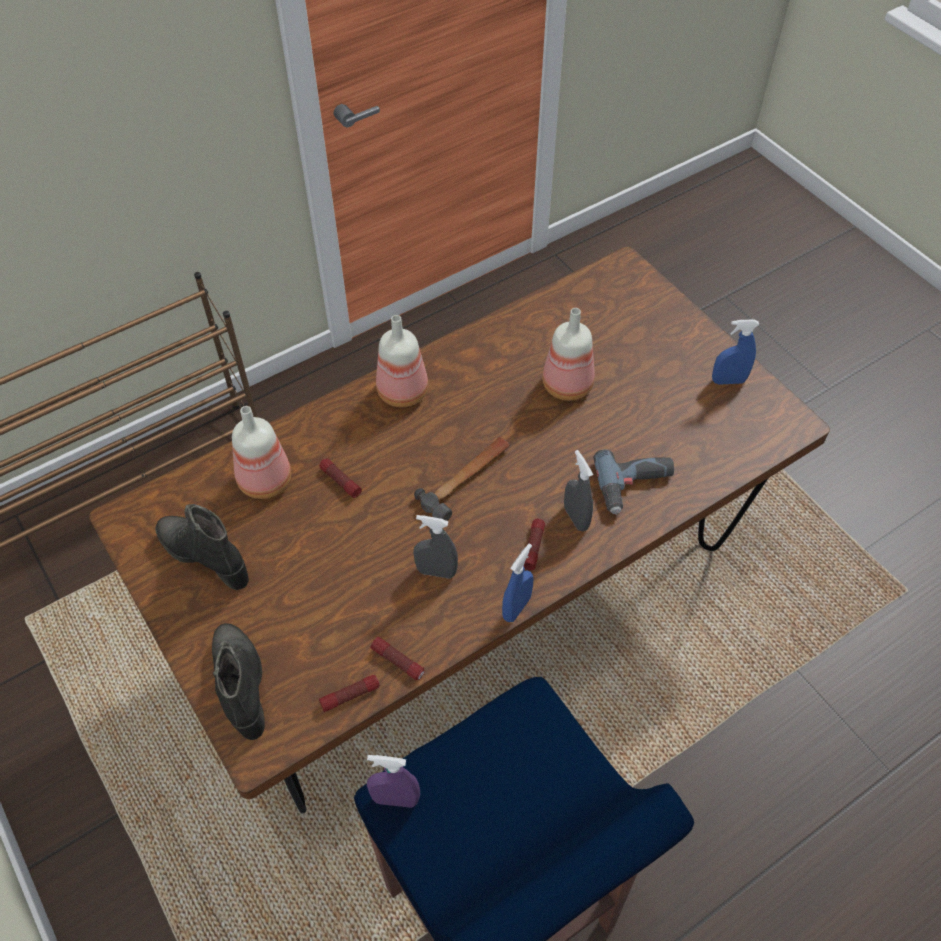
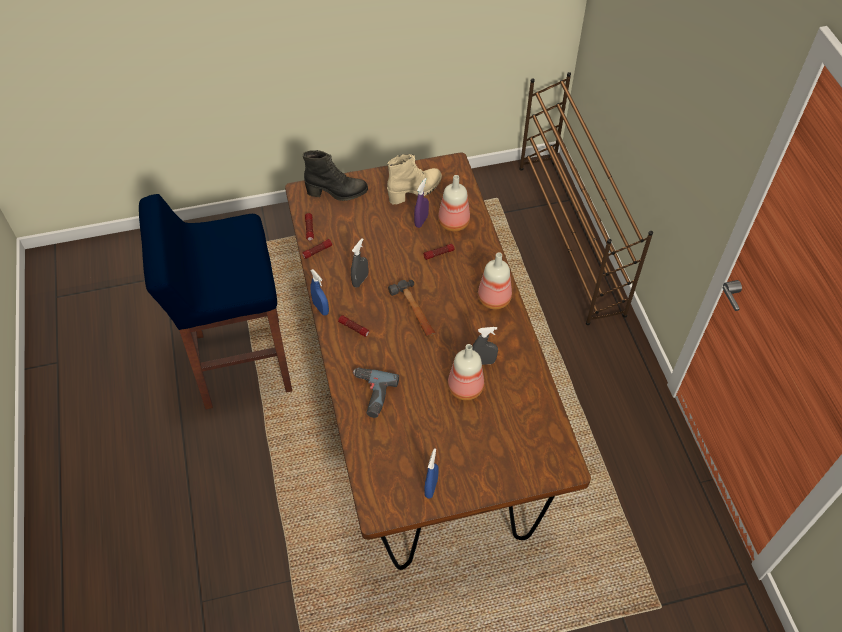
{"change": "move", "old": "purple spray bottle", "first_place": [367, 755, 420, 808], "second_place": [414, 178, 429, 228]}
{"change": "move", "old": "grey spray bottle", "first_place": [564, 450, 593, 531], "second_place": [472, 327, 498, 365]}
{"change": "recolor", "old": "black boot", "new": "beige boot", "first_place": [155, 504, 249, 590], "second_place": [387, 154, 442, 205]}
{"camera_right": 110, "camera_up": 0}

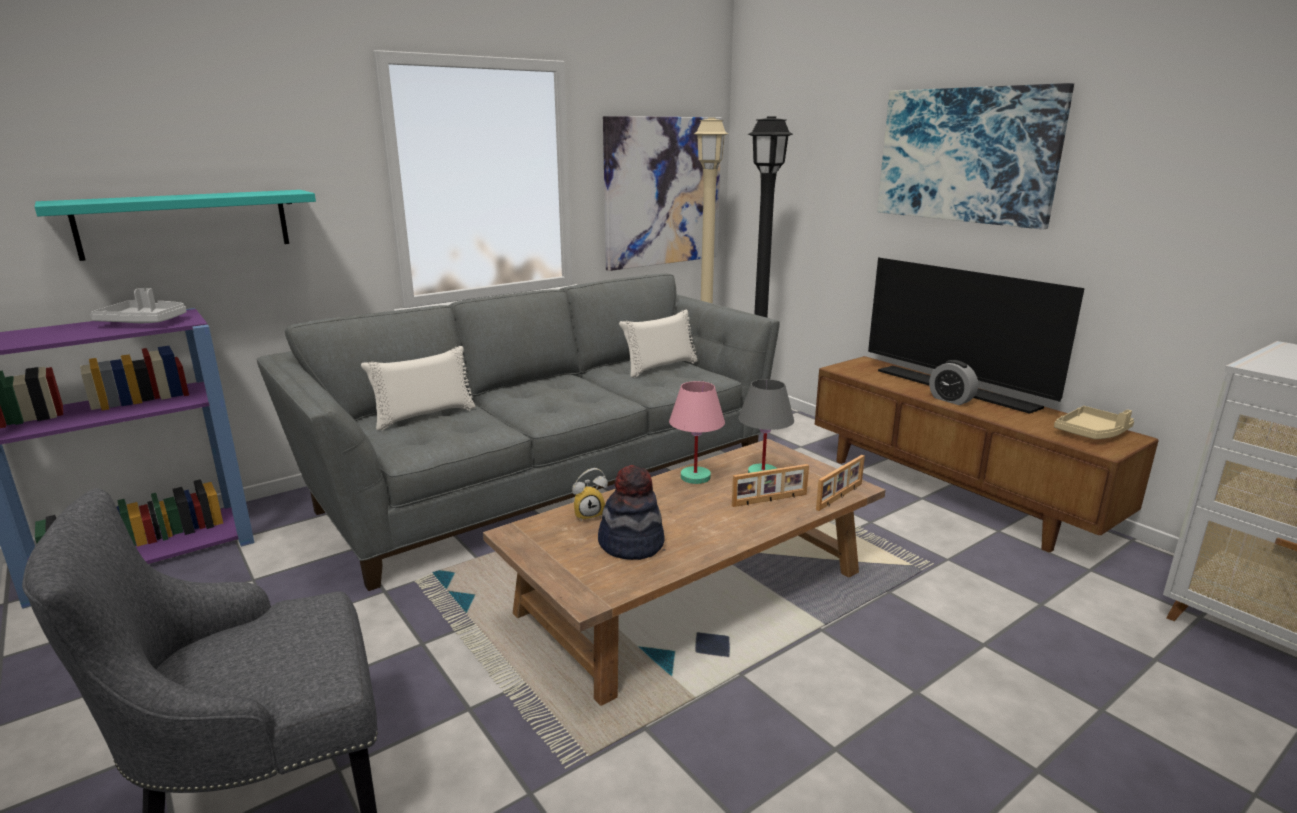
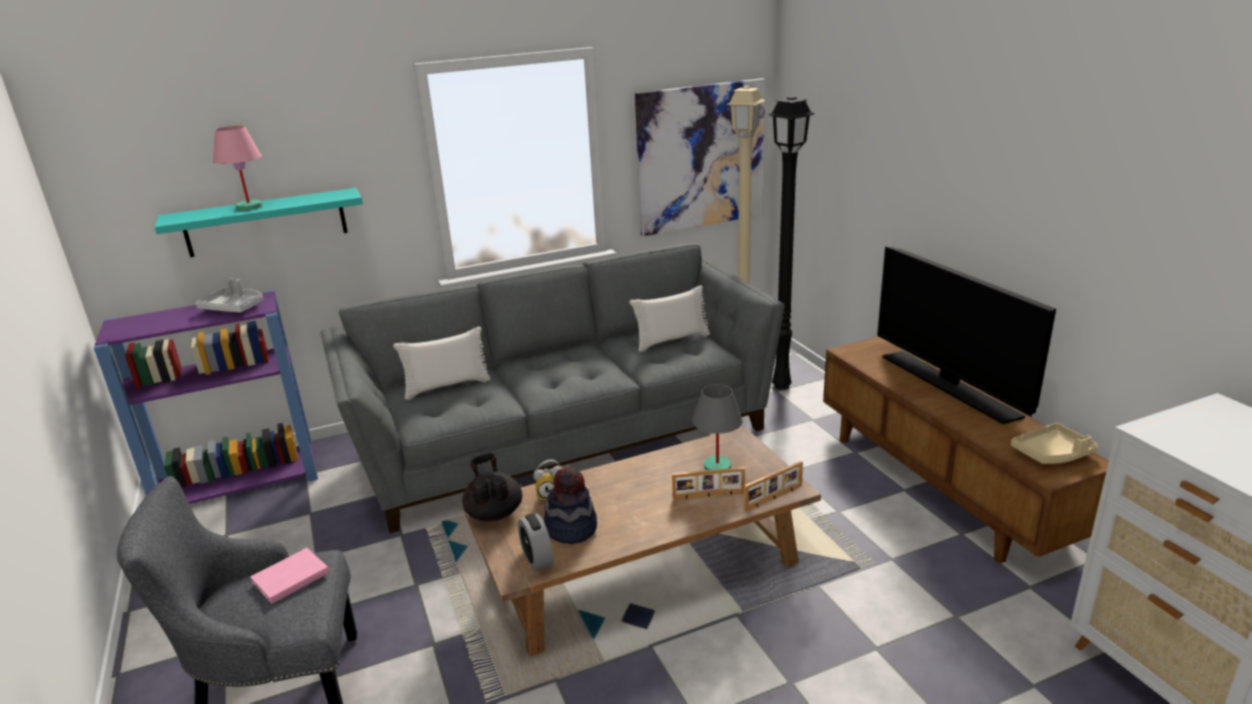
{"change": "delete", "old": "picture", "first_place": [877, 83, 1074, 230]}
{"change": "insert", "new": "pink book", "second_place": [250, 548, 329, 604]}
{"change": "insert", "new": "black teapot", "second_place": [462, 453, 522, 522]}
{"change": "move", "old": "pink table lamp", "first_place": [669, 381, 725, 484], "second_place": [213, 125, 262, 211]}
{"change": "move", "old": "alarm clock", "first_place": [929, 360, 978, 405], "second_place": [518, 513, 554, 571]}
{"camera_right": 15, "camera_up": 5}

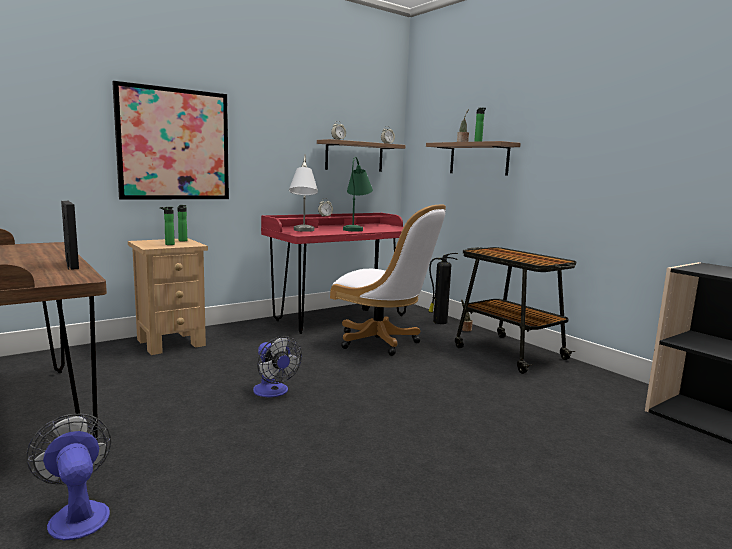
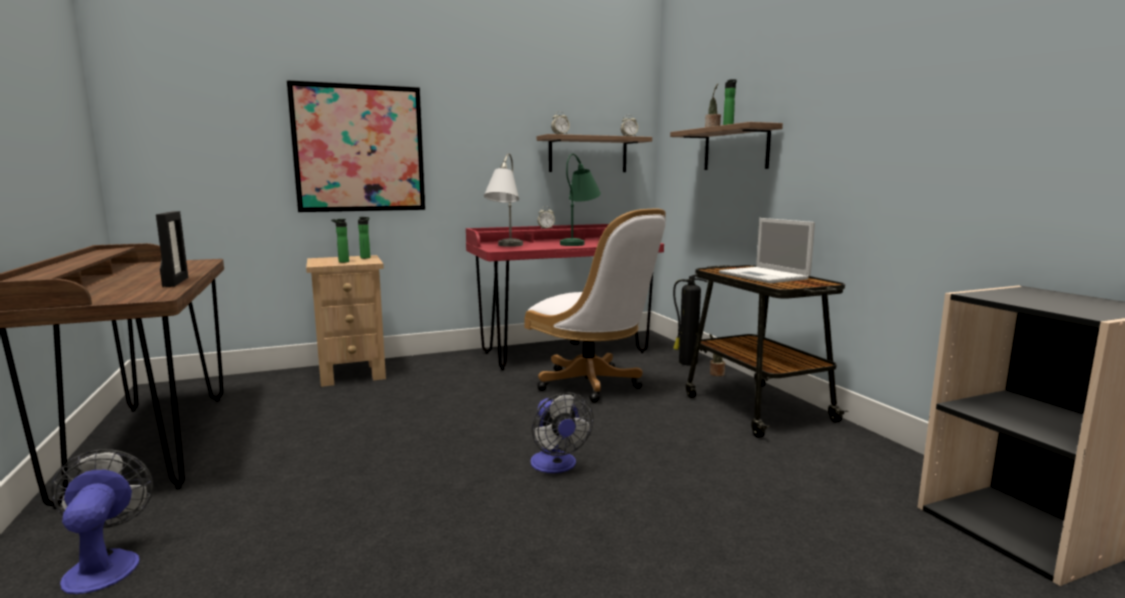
{"change": "insert", "new": "laptop", "second_place": [719, 218, 815, 283]}
{"change": "move", "old": "fan", "first_place": [253, 336, 302, 397], "second_place": [530, 392, 594, 473]}
{"camera_right": 15, "camera_up": 0}

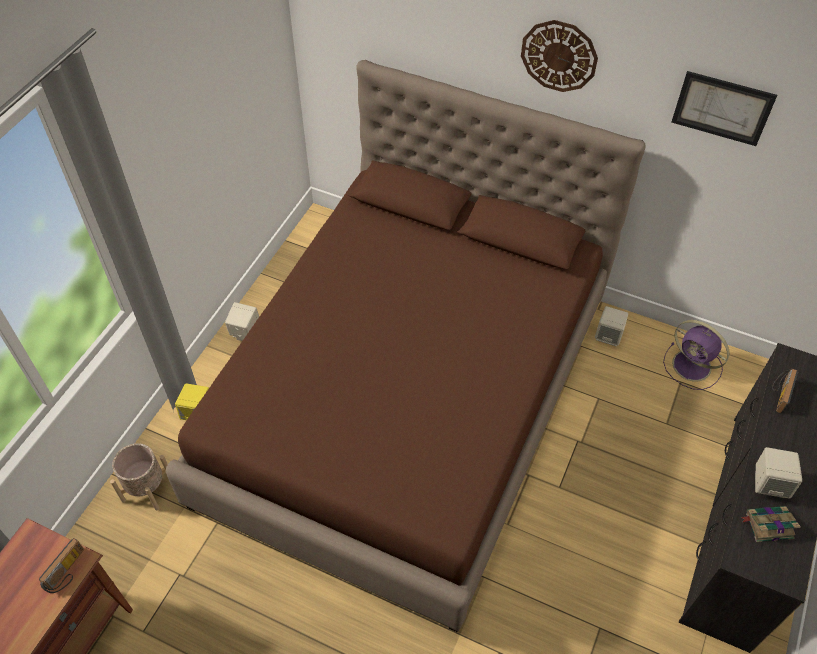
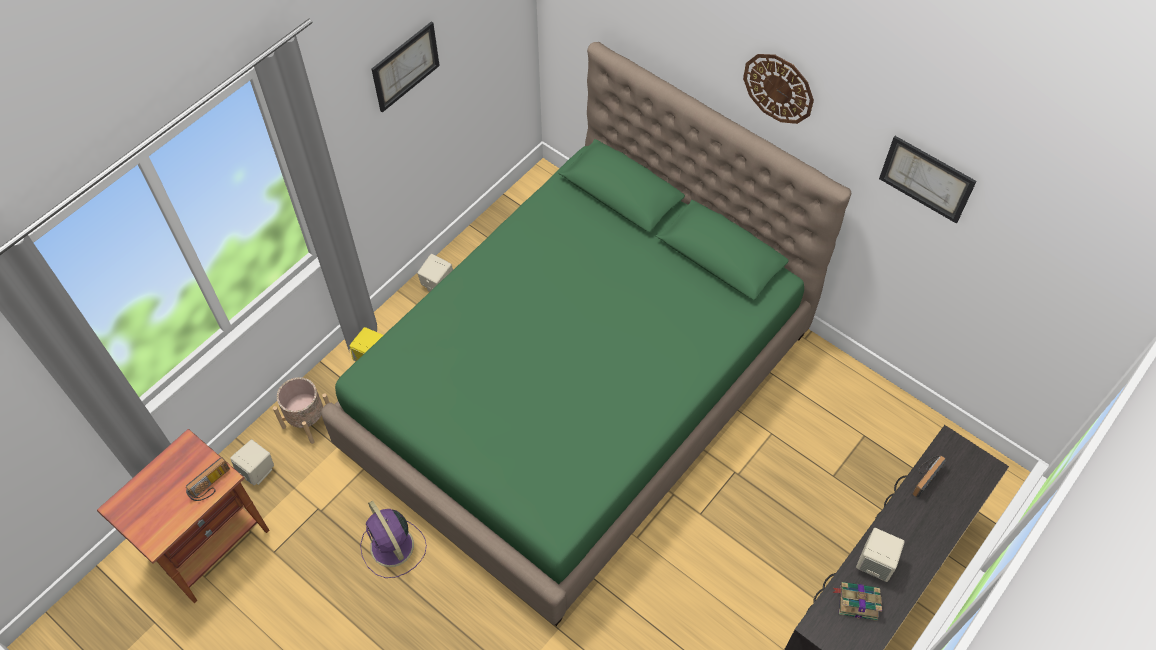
{"change": "insert", "new": "picture", "second_place": [371, 21, 440, 113]}
{"change": "move", "old": "beige speaker", "first_place": [595, 306, 628, 346], "second_place": [230, 440, 274, 485]}
{"change": "move", "old": "purple fan", "first_place": [663, 320, 730, 390], "second_place": [360, 501, 427, 578]}
{"change": "recolor", "old": "brown bed", "new": "green bed", "first_place": [165, 60, 646, 632], "second_place": [321, 42, 852, 626]}
{"camera_right": 15, "camera_up": 5}

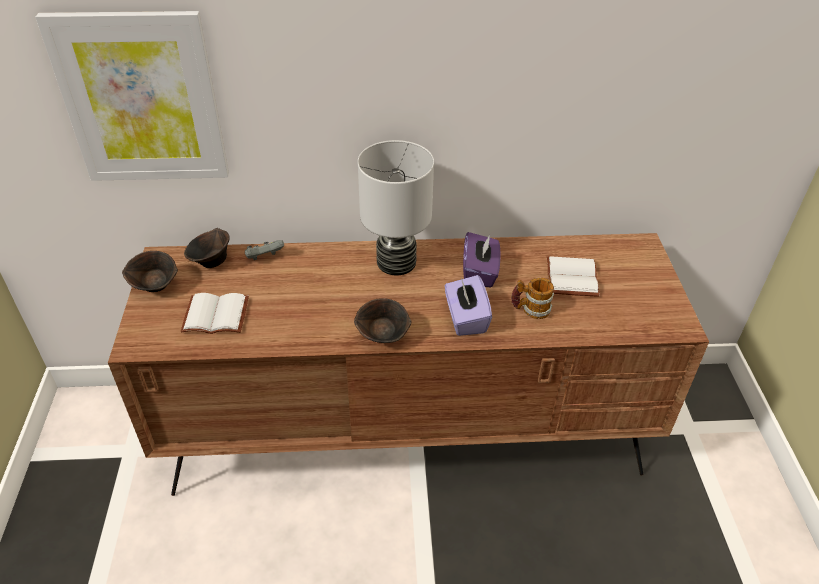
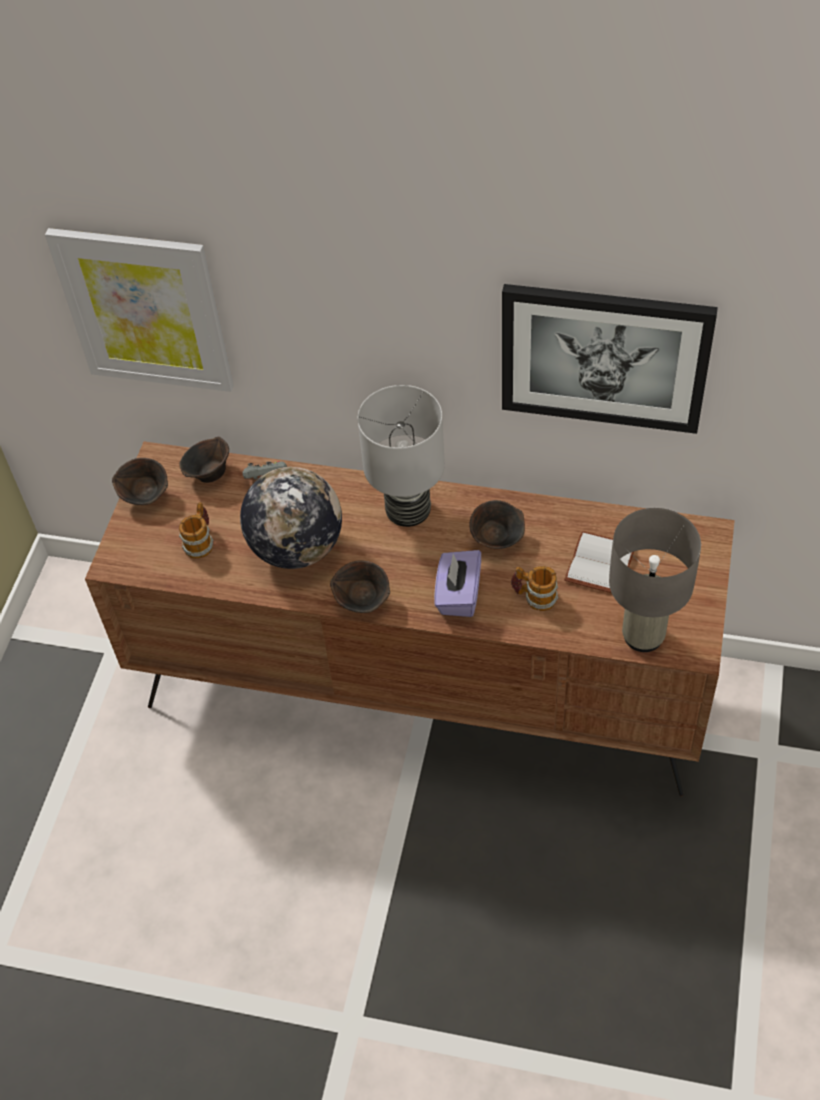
{"change": "insert", "new": "globe", "second_place": [240, 467, 342, 569]}
{"change": "insert", "new": "picture", "second_place": [502, 284, 718, 434]}
{"change": "insert", "new": "grey table lamp", "second_place": [609, 508, 701, 652]}
{"change": "replace", "old": "white book", "new": "mug", "first_place": [180, 293, 249, 334], "second_place": [179, 502, 213, 558]}
{"change": "replace", "old": "purple tissue box", "new": "brown bowl", "first_place": [463, 232, 501, 287], "second_place": [469, 500, 525, 549]}
{"camera_right": 20, "camera_up": 10}

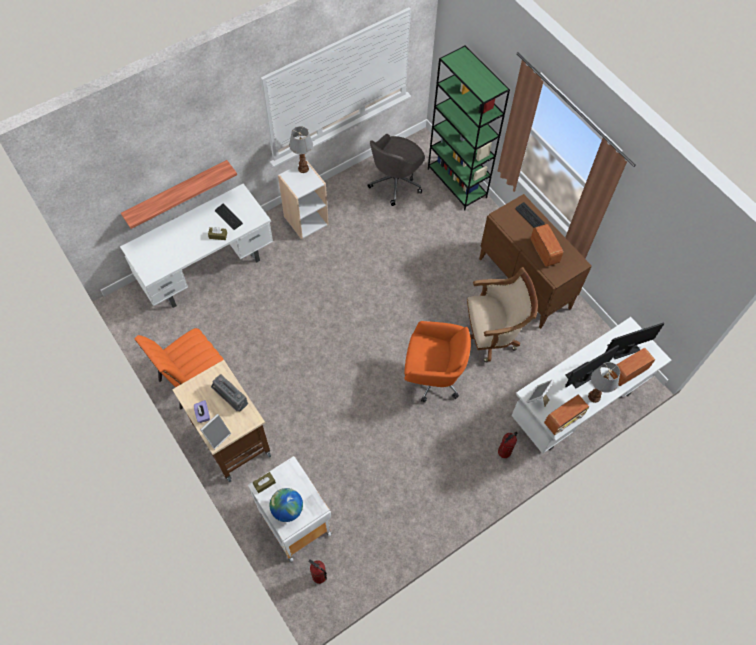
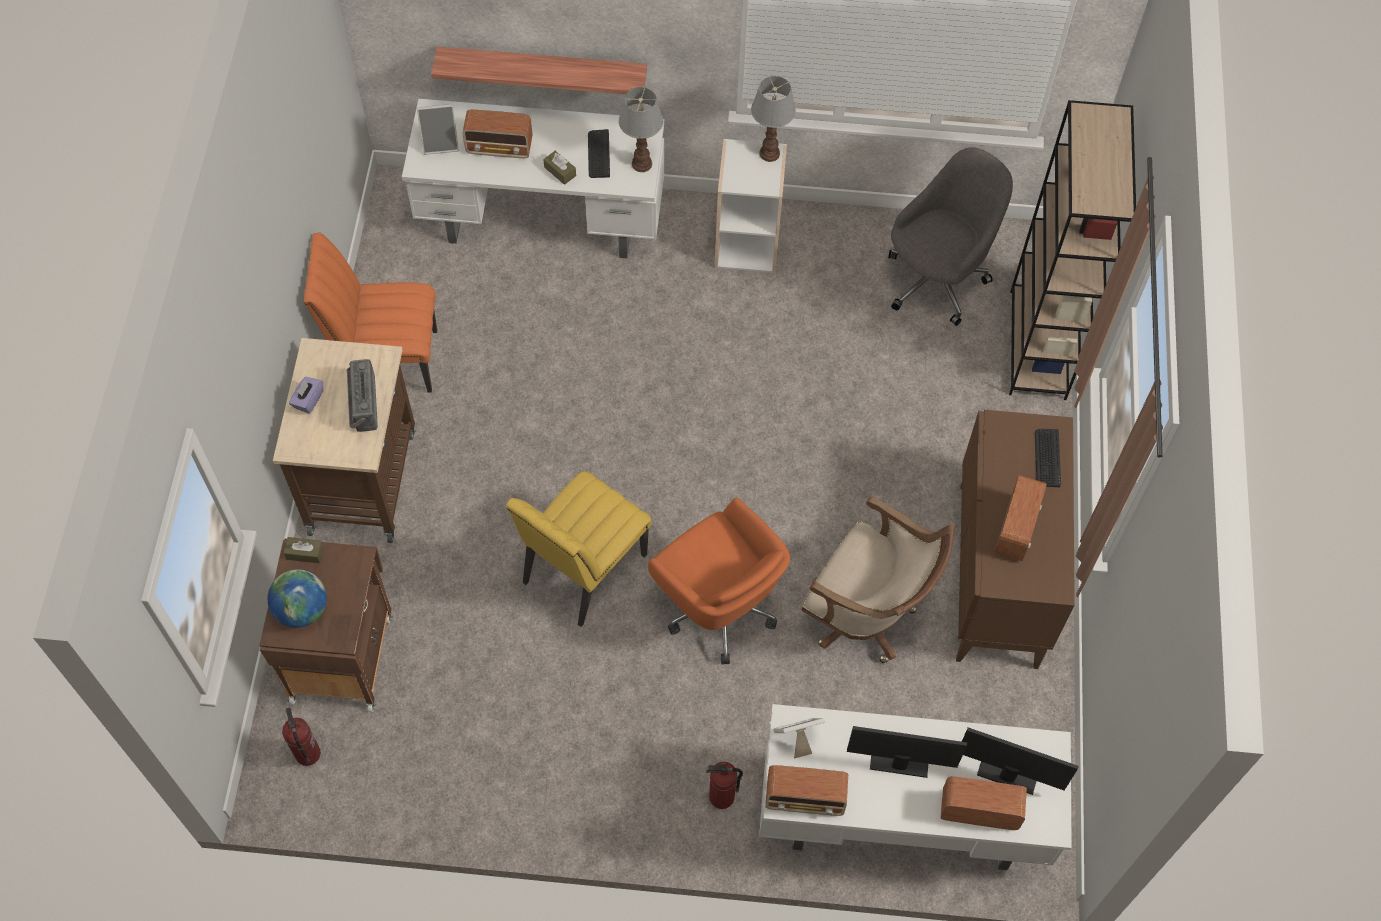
{"change": "insert", "new": "radio", "second_place": [462, 109, 533, 158]}
{"change": "insert", "new": "yellow chair", "second_place": [506, 471, 652, 627]}
{"change": "move", "old": "picture frame", "first_place": [200, 414, 231, 449], "second_place": [417, 104, 459, 155]}
{"change": "move", "old": "table lamp", "first_place": [588, 362, 620, 403], "second_place": [619, 87, 663, 172]}
{"change": "recolor", "old": "white cart", "new": "brown cart", "first_place": [248, 456, 332, 562], "second_place": [259, 539, 393, 712]}
{"change": "recolor", "old": "green bookcase", "new": "beige bookcase", "first_place": [428, 45, 510, 211], "second_place": [1009, 100, 1136, 400]}
{"change": "rotate", "old": "grey office chair", "first_place": [368, 134, 425, 206], "second_place": [888, 147, 1013, 326], "degrees": 150}
{"camera_right": 40, "camera_up": 0}

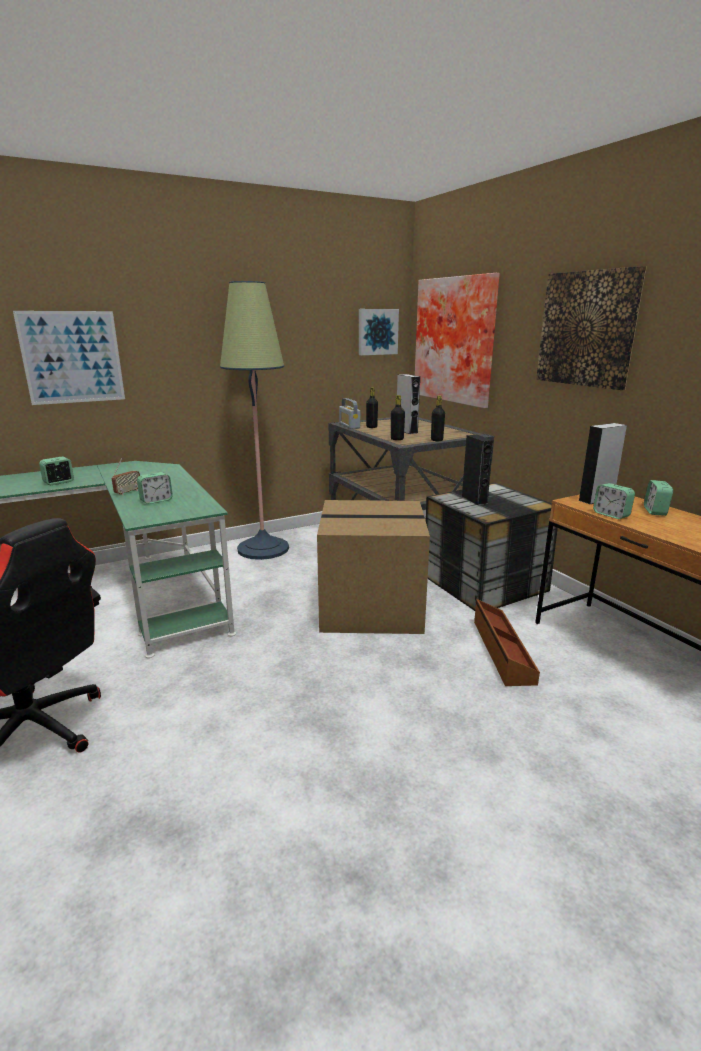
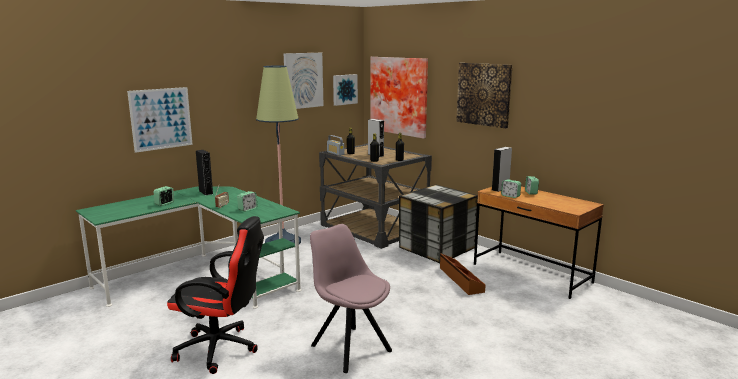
{"change": "delete", "old": "cardboard box", "first_place": [317, 500, 430, 634]}
{"change": "insert", "new": "picture", "second_place": [283, 53, 324, 109]}
{"change": "insert", "new": "pink chair", "second_place": [310, 224, 392, 373]}
{"change": "move", "old": "black speaker", "first_place": [462, 435, 493, 505], "second_place": [196, 150, 213, 195]}
{"camera_right": -15, "camera_up": -5}

